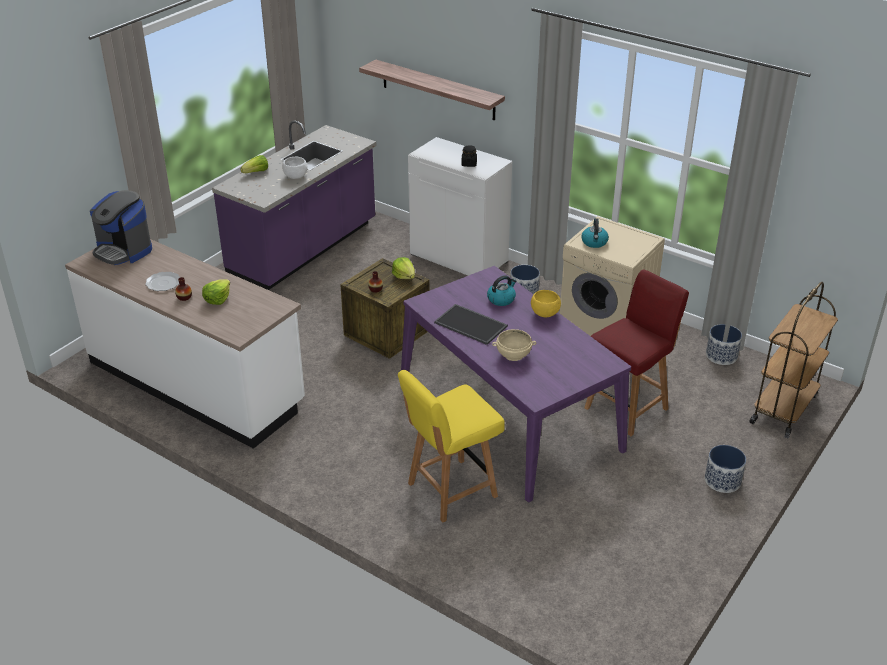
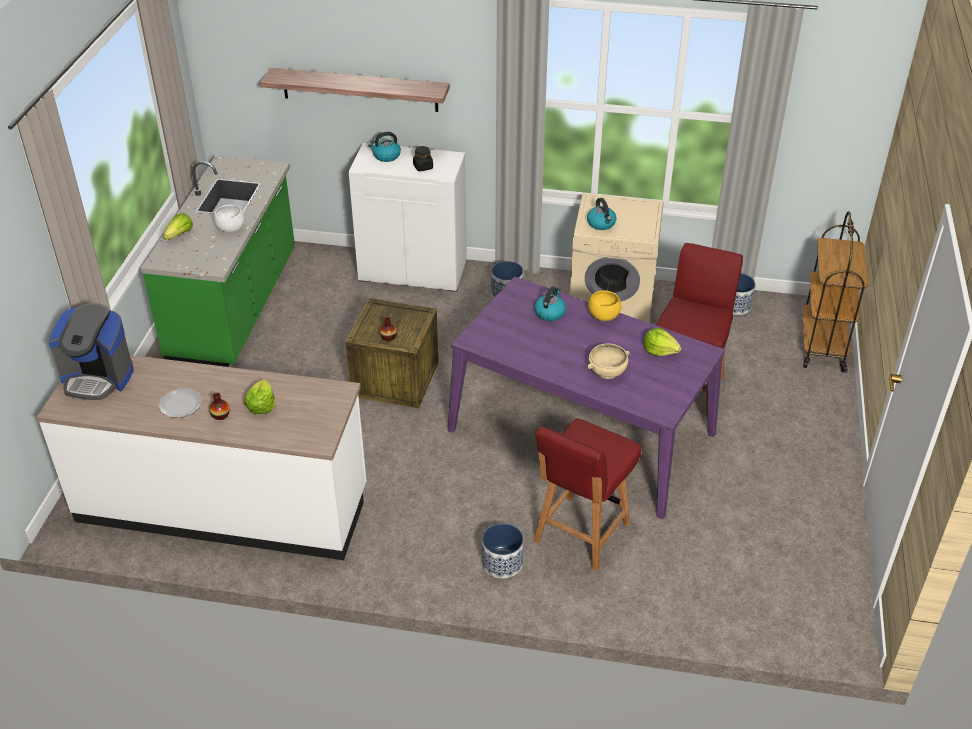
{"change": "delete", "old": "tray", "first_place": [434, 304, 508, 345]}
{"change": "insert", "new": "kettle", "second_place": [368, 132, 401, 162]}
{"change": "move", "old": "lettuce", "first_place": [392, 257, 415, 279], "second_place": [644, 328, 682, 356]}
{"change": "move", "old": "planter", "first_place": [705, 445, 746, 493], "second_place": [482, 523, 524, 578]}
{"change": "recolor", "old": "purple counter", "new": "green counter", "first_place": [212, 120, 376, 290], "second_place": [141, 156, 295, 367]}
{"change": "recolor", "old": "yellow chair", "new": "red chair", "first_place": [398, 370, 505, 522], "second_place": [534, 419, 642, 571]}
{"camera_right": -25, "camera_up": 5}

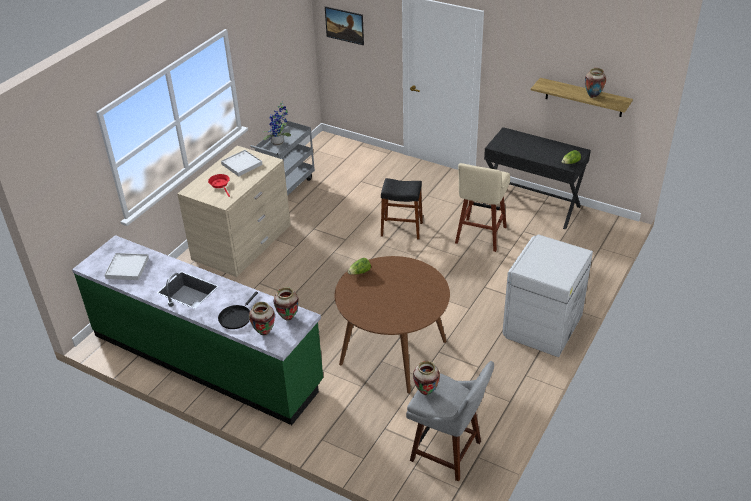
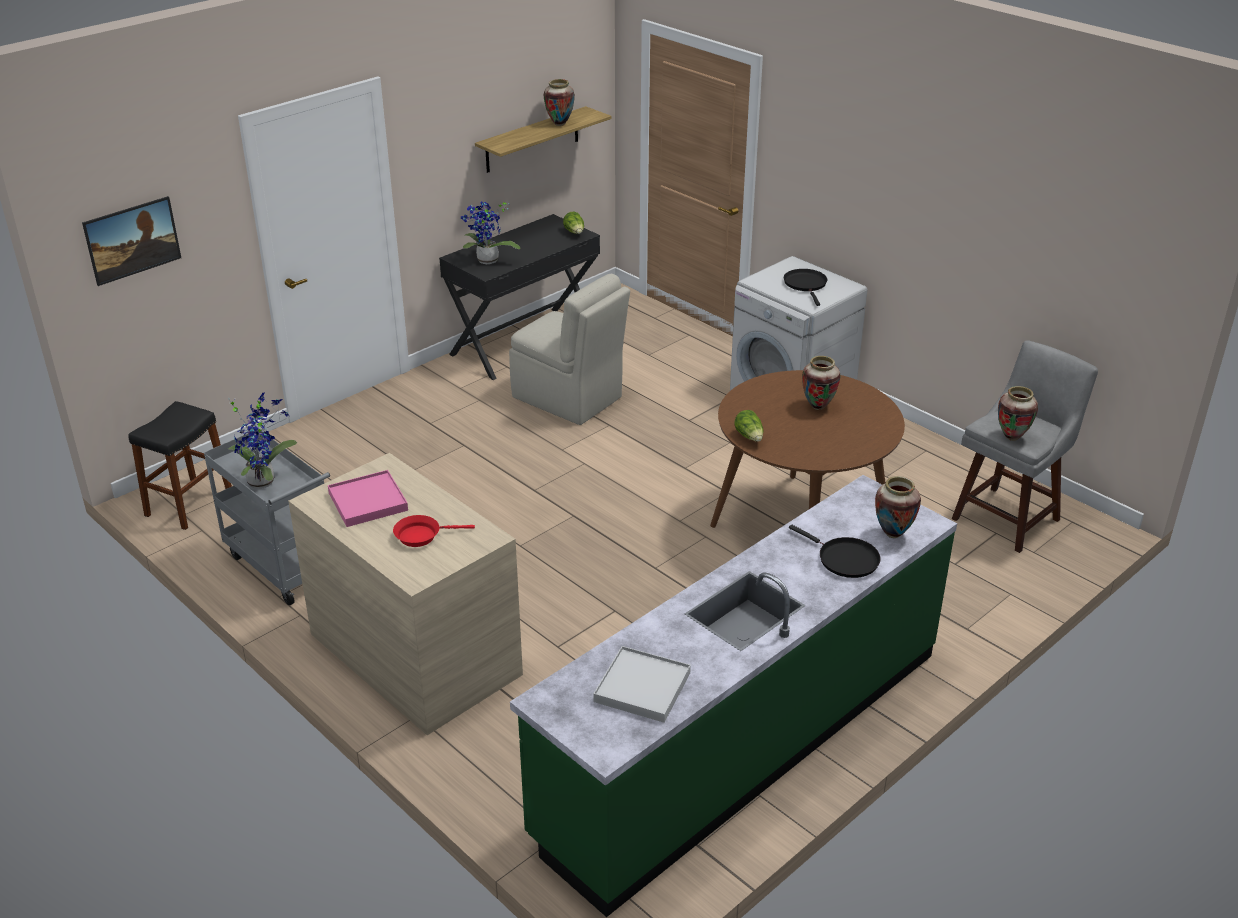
{"change": "insert", "new": "potted plant", "second_place": [461, 201, 520, 264]}
{"change": "insert", "new": "black frying pan", "second_place": [784, 269, 827, 306]}
{"change": "move", "old": "vase", "first_place": [274, 287, 299, 321], "second_place": [802, 356, 841, 410]}
{"change": "move", "old": "black stool", "first_place": [381, 178, 423, 240], "second_place": [128, 401, 232, 530]}
{"change": "replace", "old": "beige stool", "new": "beige chair", "first_place": [455, 163, 510, 252], "second_place": [509, 273, 630, 425]}
{"change": "recolor", "old": "white tray", "new": "pink tray", "first_place": [221, 150, 263, 177], "second_place": [328, 470, 408, 527]}
{"camera_right": -75, "camera_up": -5}

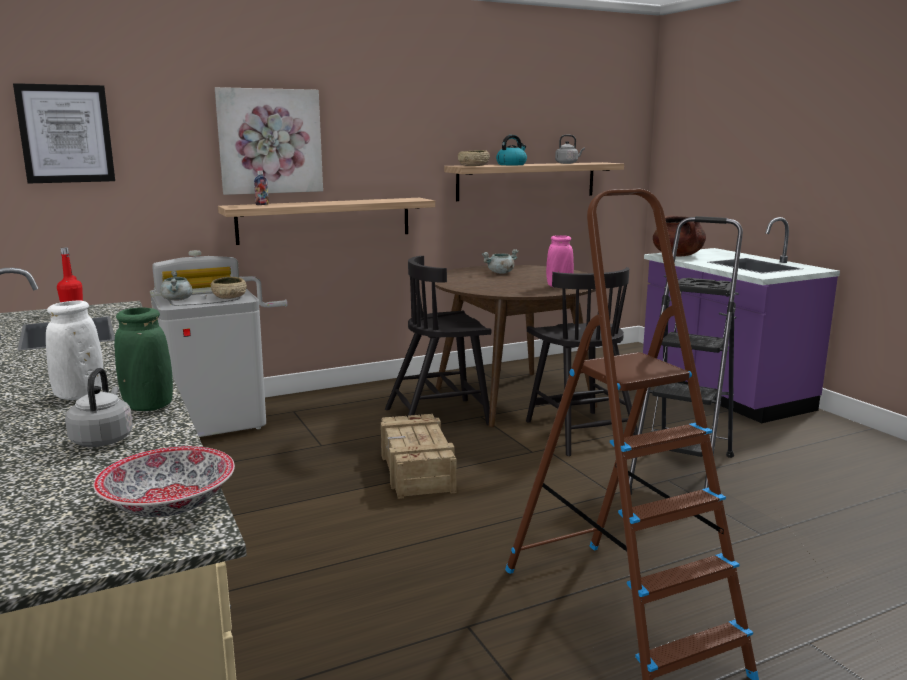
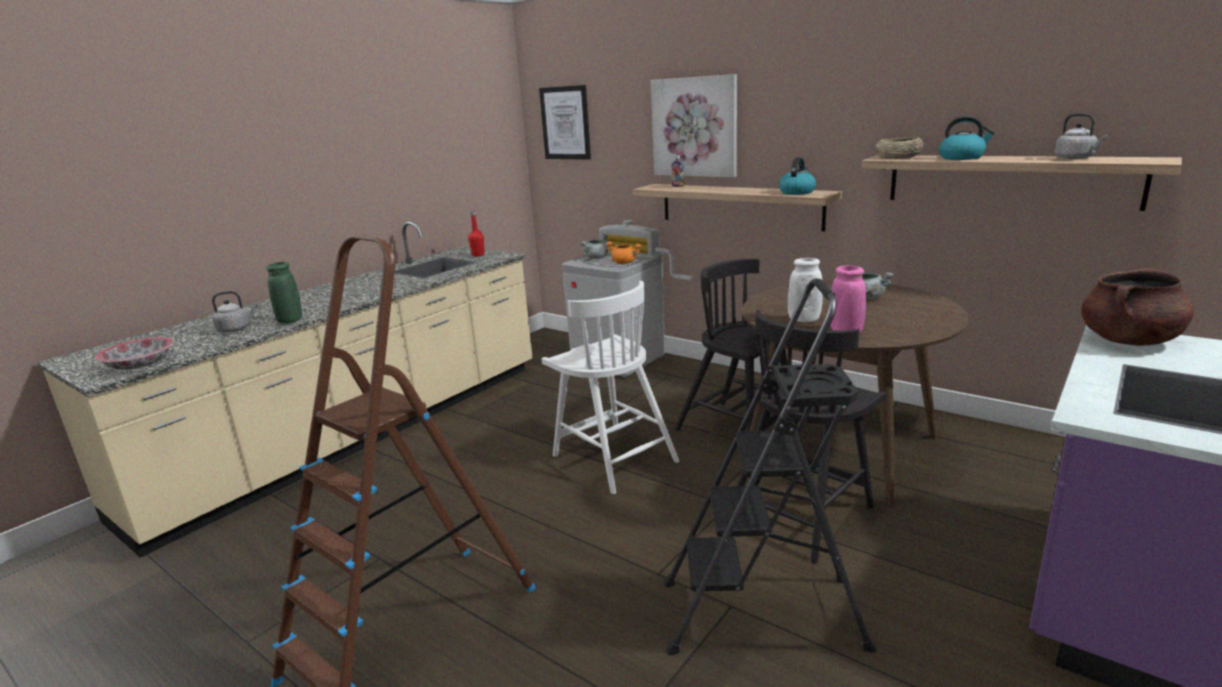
{"change": "insert", "new": "kettle", "second_place": [779, 157, 816, 195]}
{"change": "move", "old": "white vase", "first_place": [46, 301, 103, 400], "second_place": [788, 258, 823, 322]}
{"change": "replace", "old": "beige bowl", "new": "orange cooking pot", "first_place": [211, 277, 247, 299], "second_place": [606, 241, 641, 264]}
{"change": "replace", "old": "crate", "new": "white chair", "first_place": [381, 414, 457, 499], "second_place": [542, 281, 680, 494]}
{"camera_right": 65, "camera_up": 5}

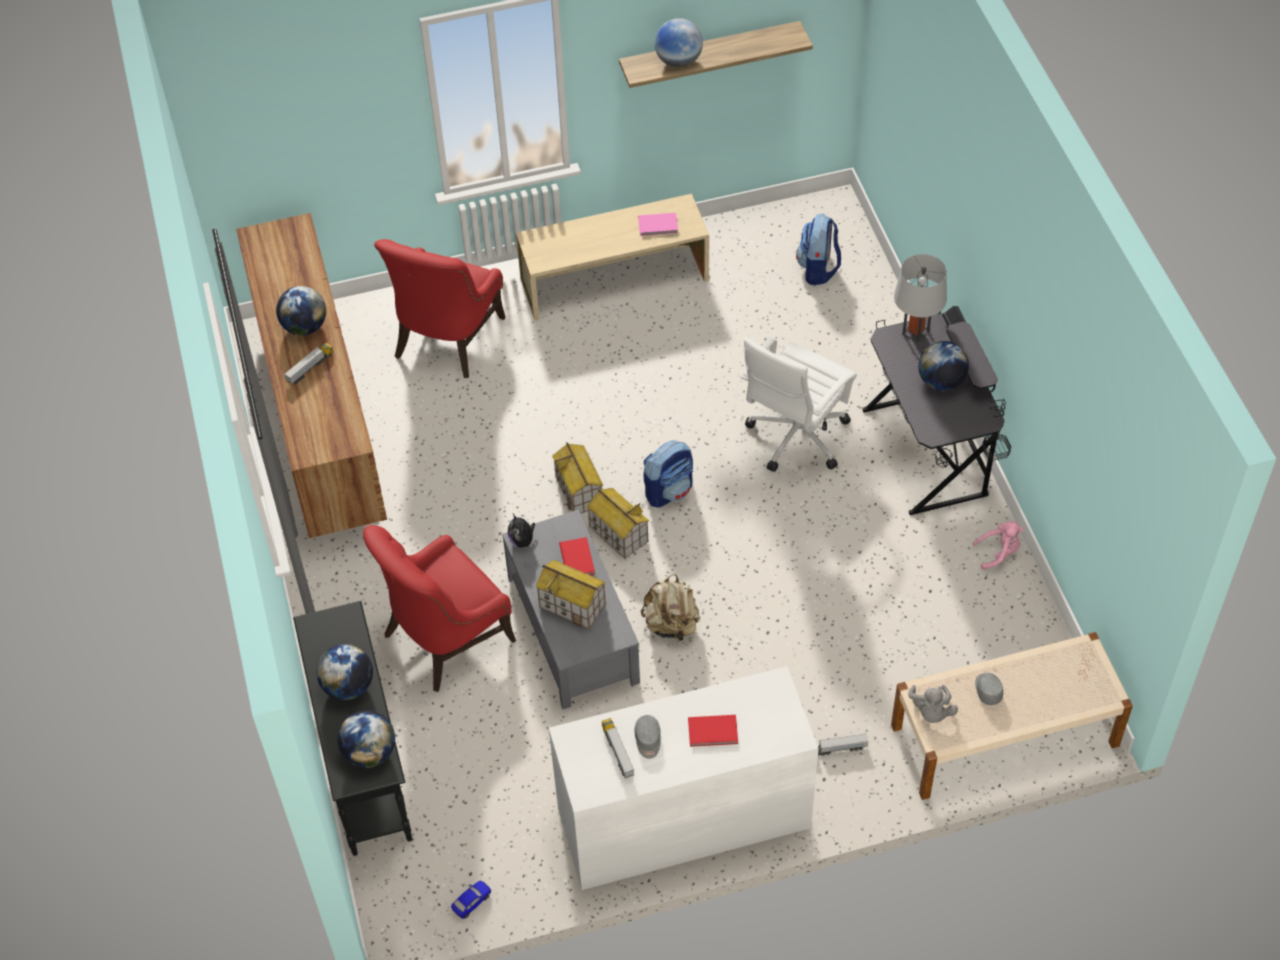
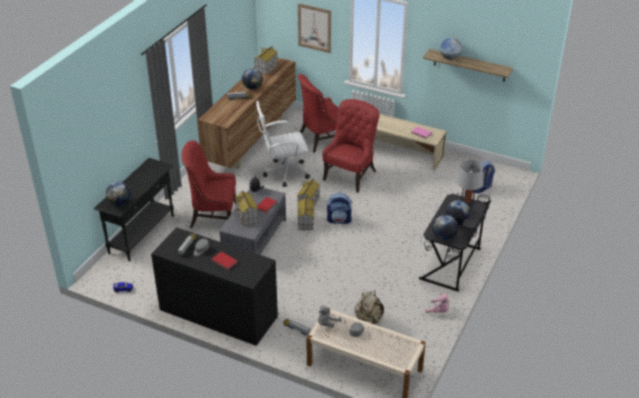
{"change": "insert", "new": "toy house", "second_place": [254, 46, 278, 75]}
{"change": "insert", "new": "picture", "second_place": [298, 3, 331, 53]}
{"change": "insert", "new": "red chair", "second_place": [322, 99, 380, 193]}
{"change": "move", "old": "globe", "first_place": [317, 644, 373, 700], "second_place": [433, 215, 458, 240]}
{"change": "move", "old": "beige backpack", "first_place": [640, 574, 700, 644], "second_place": [354, 291, 384, 324]}
{"change": "move", "old": "white office chair", "first_place": [741, 337, 857, 472], "second_place": [256, 101, 310, 187]}
{"change": "recolor", "old": "white dresser", "new": "black dresser", "first_place": [549, 666, 819, 890], "second_place": [151, 227, 278, 346]}
{"camera_right": 40, "camera_up": -15}

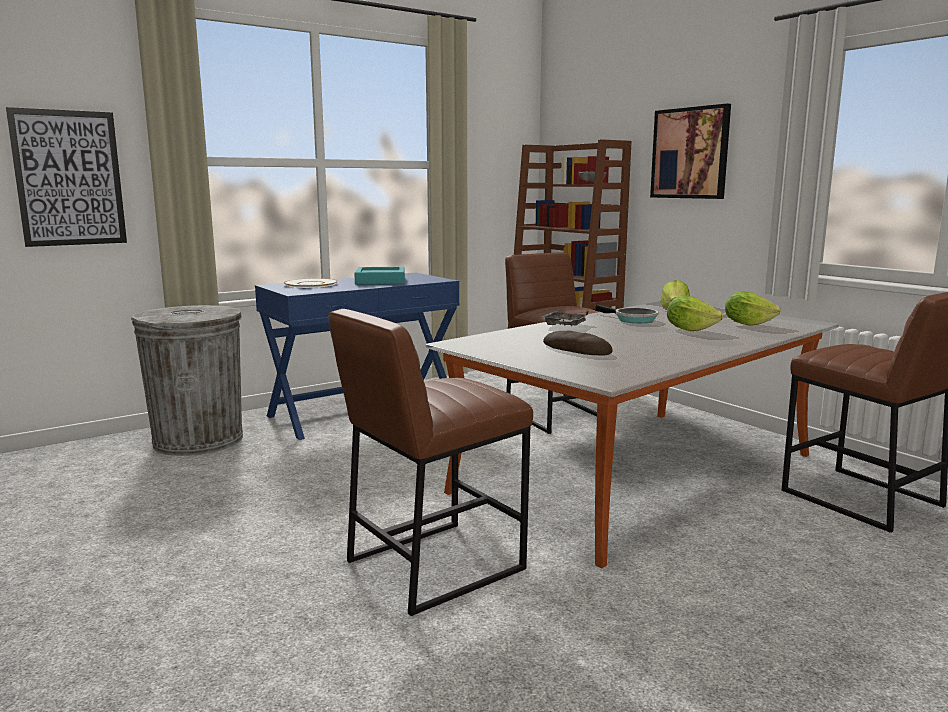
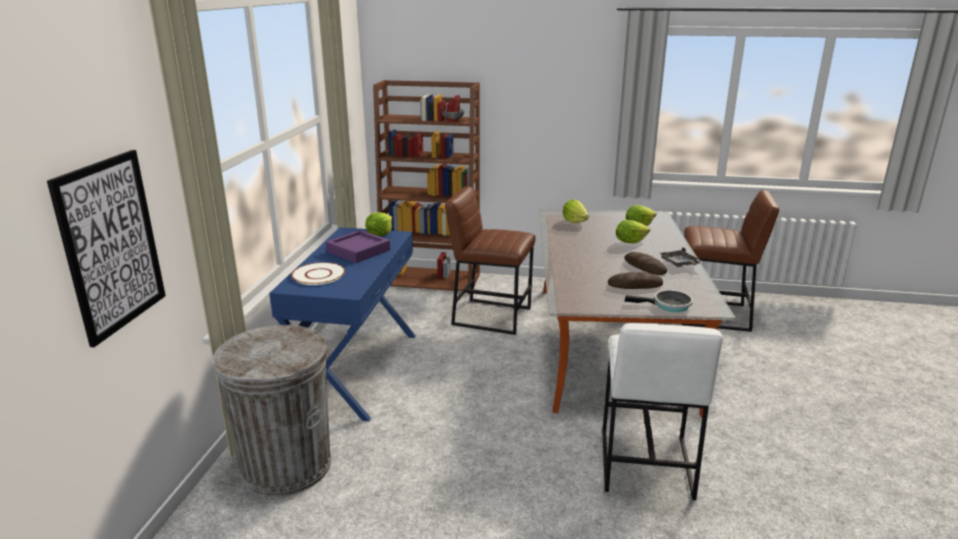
{"change": "delete", "old": "picture", "first_place": [650, 104, 731, 199]}
{"change": "insert", "new": "lettuce", "second_place": [365, 212, 392, 236]}
{"change": "insert", "new": "bread", "second_place": [624, 252, 667, 275]}
{"change": "move", "old": "grey tray", "first_place": [541, 311, 589, 326], "second_place": [659, 248, 703, 267]}
{"change": "move", "old": "frying pan", "first_place": [595, 304, 658, 324], "second_place": [624, 290, 693, 312]}
{"change": "recolor", "old": "brown chair", "new": "white chair", "first_place": [328, 309, 533, 616], "second_place": [602, 323, 723, 500]}
{"change": "recolor", "old": "turquoise tray", "new": "purple tray", "first_place": [354, 267, 405, 285], "second_place": [326, 230, 390, 263]}
{"camera_right": -45, "camera_up": 10}

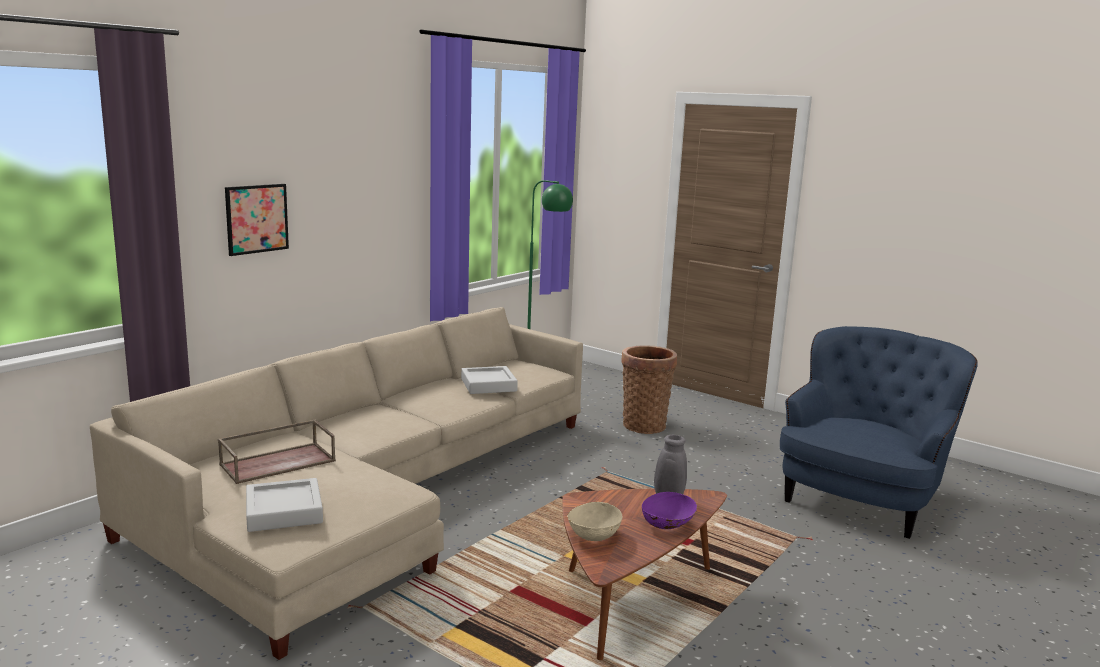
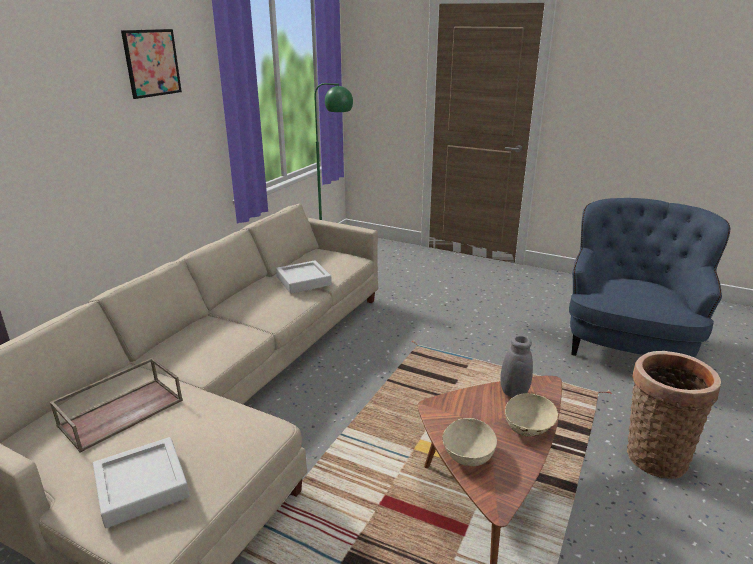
{"change": "move", "old": "picture", "first_place": [225, 184, 289, 256], "second_place": [121, 29, 182, 99]}
{"change": "move", "old": "basket", "first_place": [621, 345, 677, 434], "second_place": [627, 351, 721, 479]}
{"change": "recolor", "old": "purple bowl", "new": "beige bowl", "first_place": [642, 492, 697, 529], "second_place": [505, 393, 559, 437]}
{"camera_right": -10, "camera_up": 10}

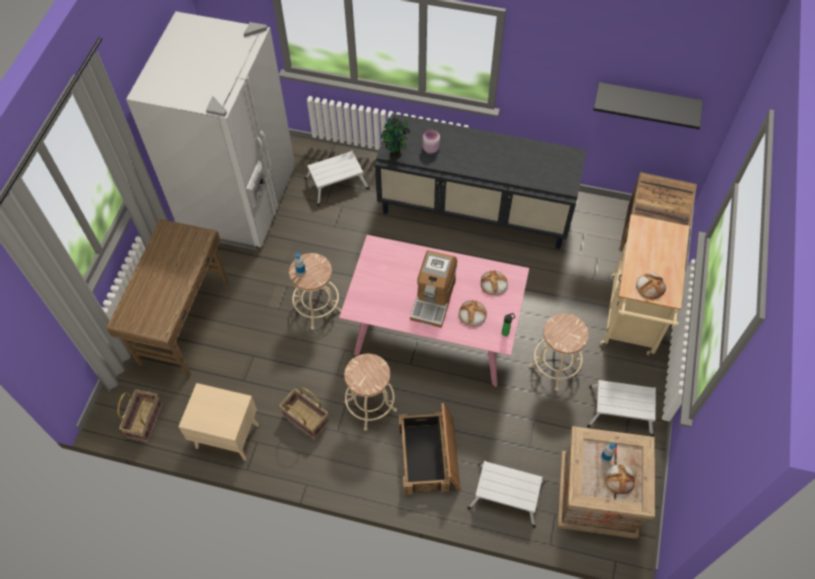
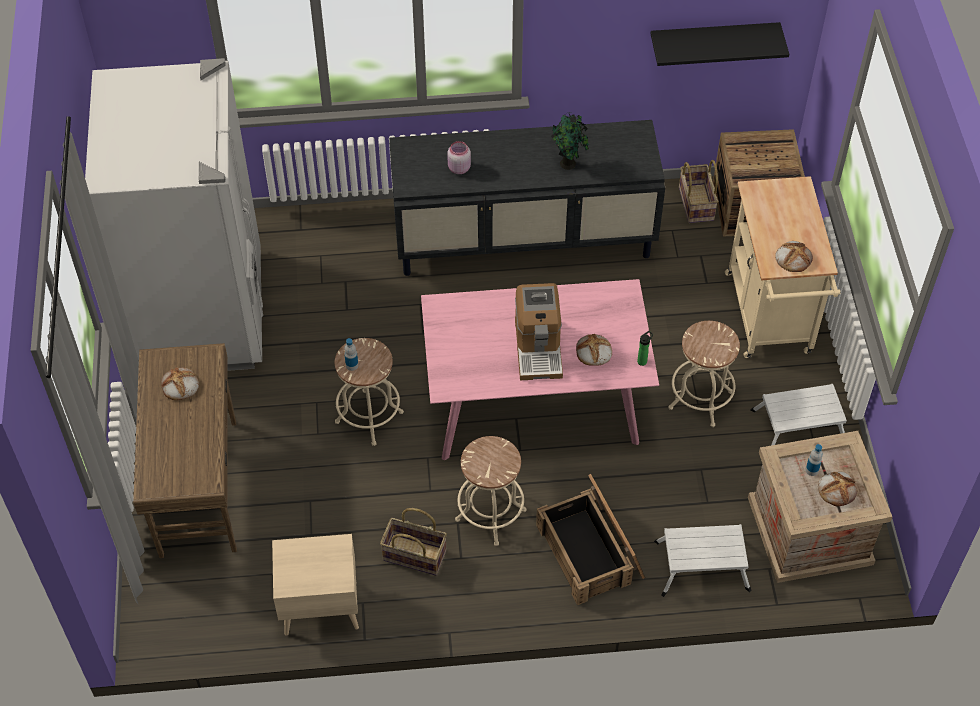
{"change": "delete", "old": "white step ladder", "first_place": [305, 151, 370, 207]}
{"change": "move", "old": "basket", "first_place": [117, 389, 163, 442], "second_place": [679, 160, 718, 223]}
{"change": "move", "old": "potted plant", "first_place": [381, 117, 410, 159], "second_place": [551, 112, 589, 170]}
{"change": "move", "old": "bread", "first_place": [481, 270, 508, 295], "second_place": [161, 367, 199, 400]}
{"camera_right": -20, "camera_up": -5}

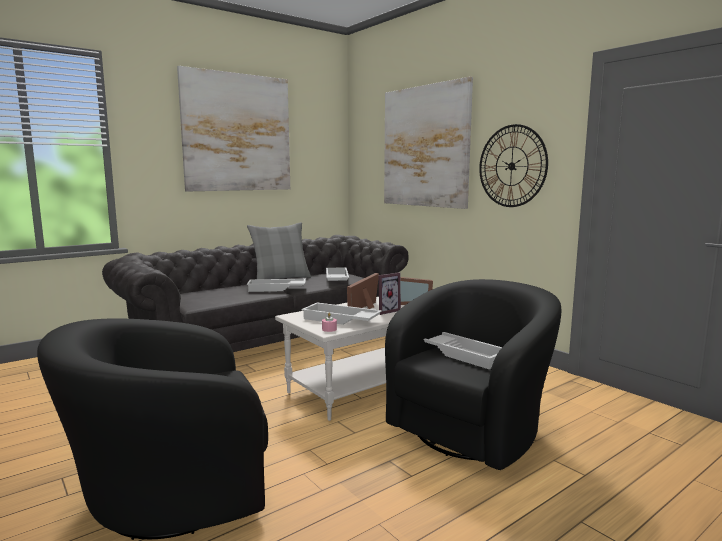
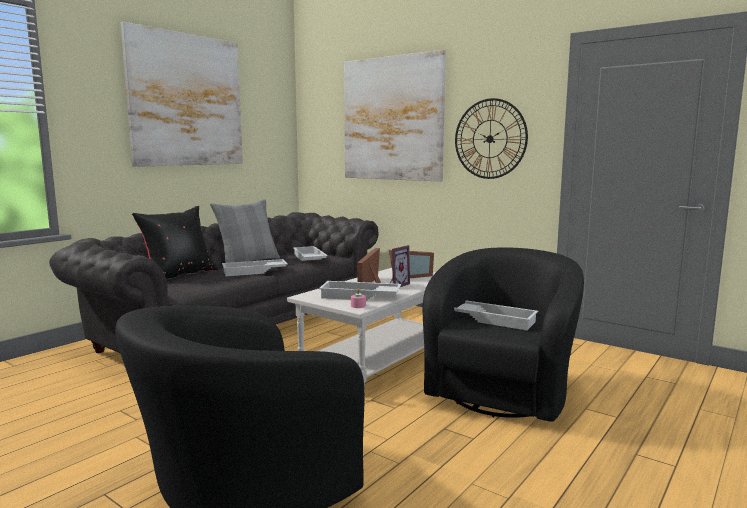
{"change": "insert", "new": "black pillow", "second_place": [132, 206, 218, 280]}
{"camera_right": -15, "camera_up": 0}

